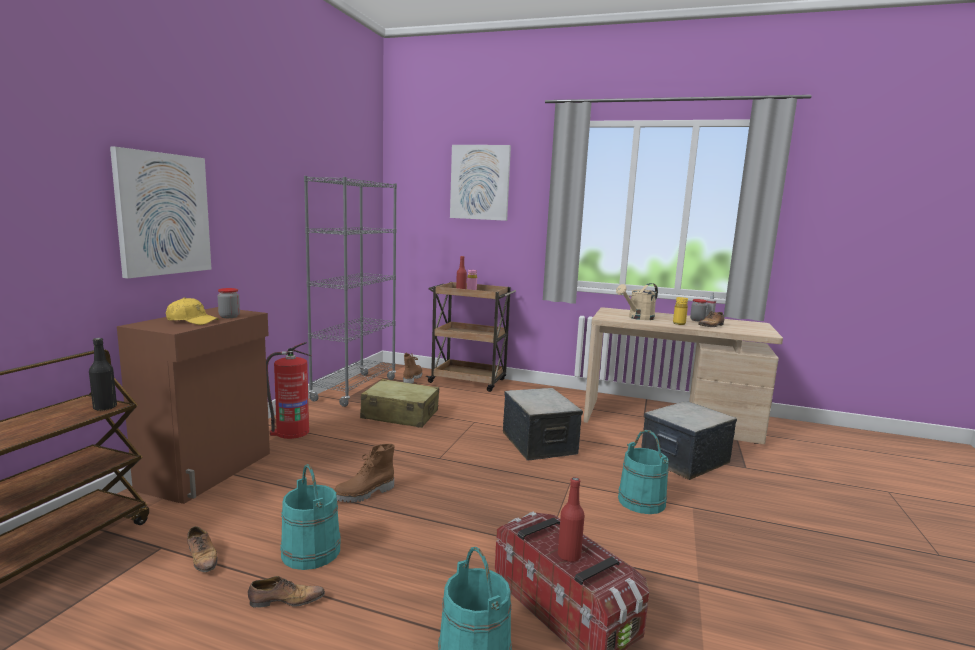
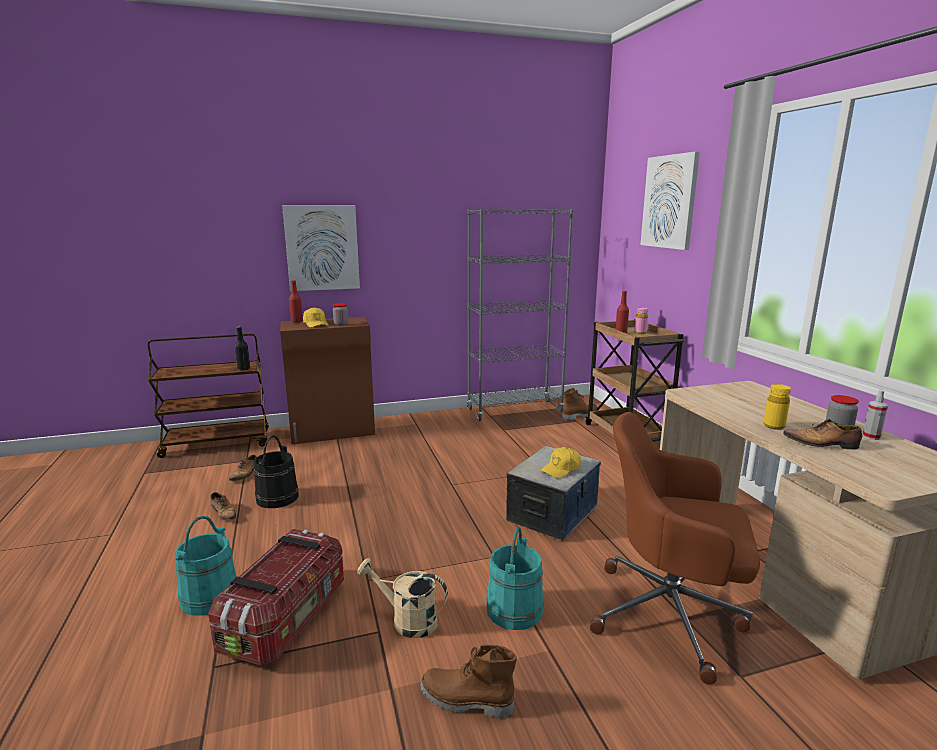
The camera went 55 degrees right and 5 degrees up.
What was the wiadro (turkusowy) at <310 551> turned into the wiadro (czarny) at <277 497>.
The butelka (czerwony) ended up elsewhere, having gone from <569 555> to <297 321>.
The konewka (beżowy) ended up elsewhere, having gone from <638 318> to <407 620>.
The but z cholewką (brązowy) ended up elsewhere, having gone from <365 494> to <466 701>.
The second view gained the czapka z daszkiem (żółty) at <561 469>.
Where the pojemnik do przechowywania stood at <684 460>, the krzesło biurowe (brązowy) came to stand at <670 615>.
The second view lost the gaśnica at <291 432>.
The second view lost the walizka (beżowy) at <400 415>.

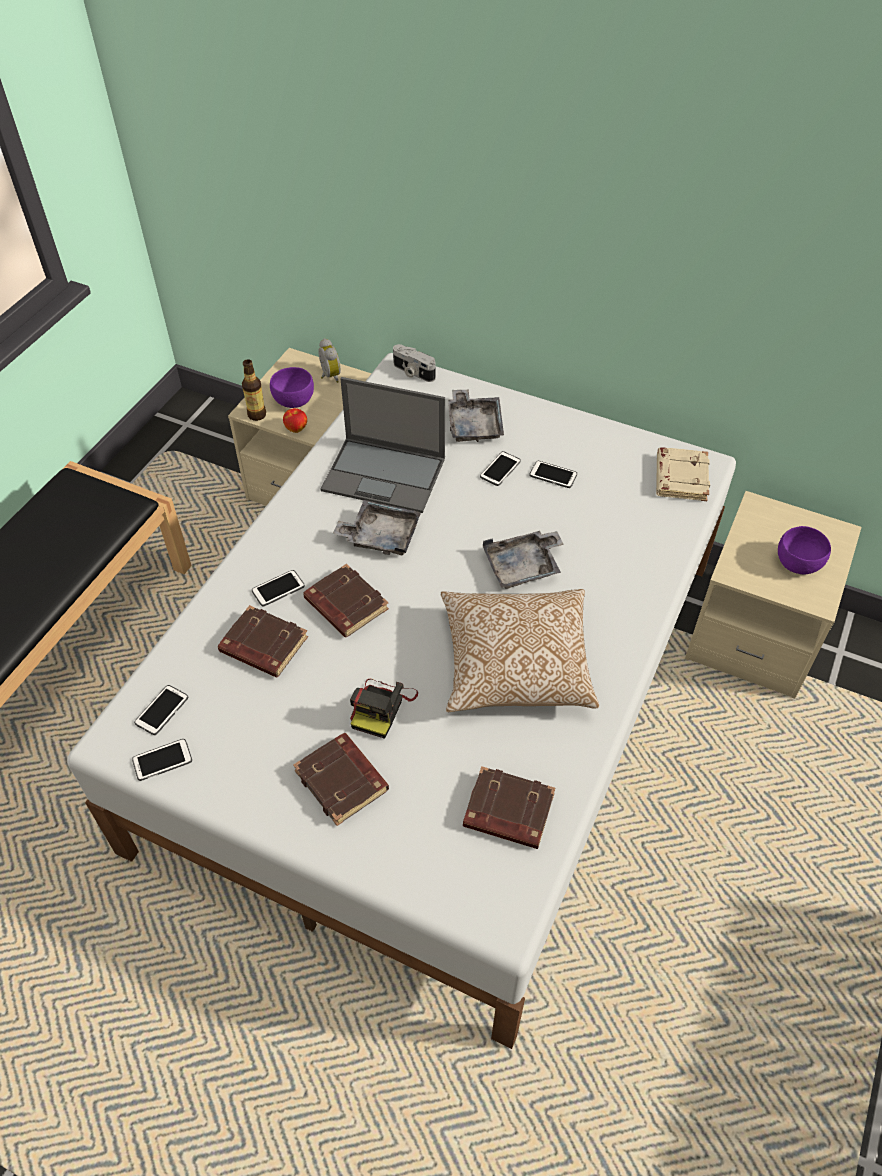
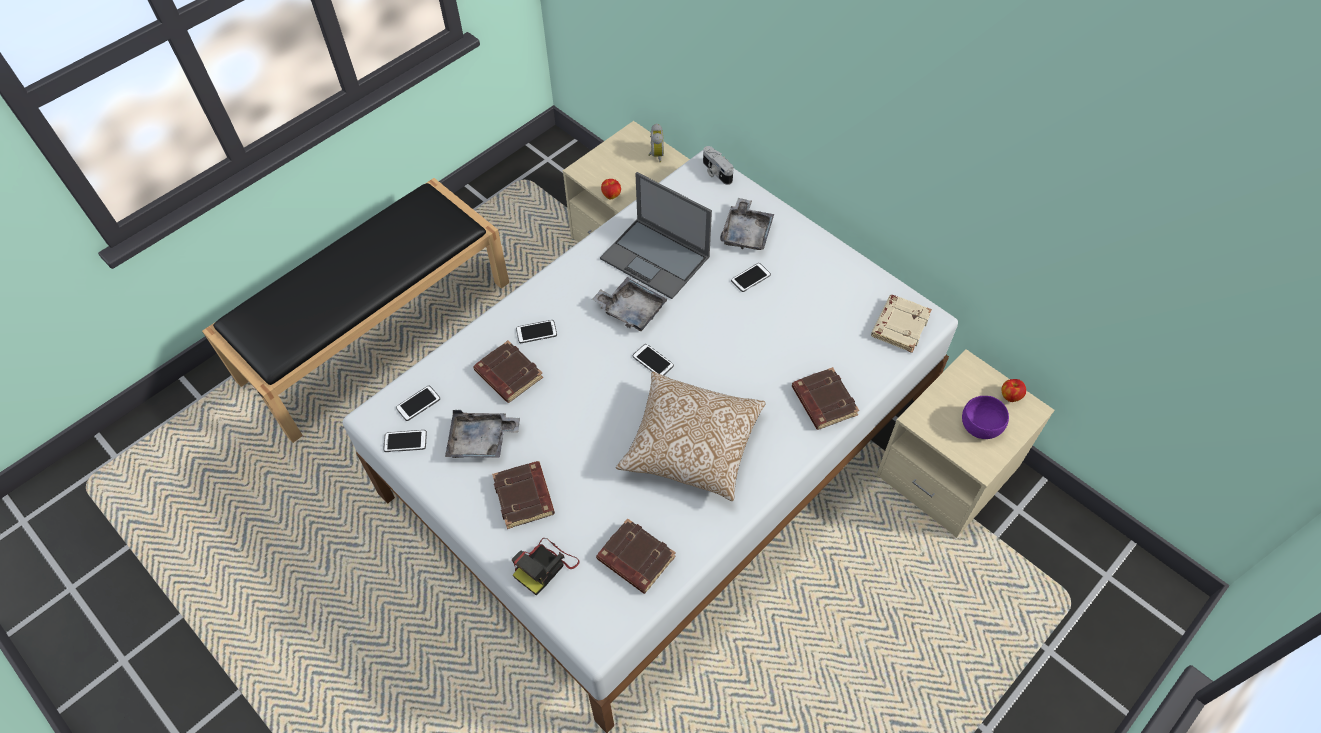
The camera went 20 degrees right and 5 degrees up.
The taca (szary) ended up elsewhere, having gone from <523 567> to <481 441>.
The aparat fotograficzny ended up elsewhere, having gone from <382 707> to <545 566>.
The telefon ended up elsewhere, having gone from <553 475> to <653 361>.
The książka (brązowy) ended up elsewhere, having gone from <345 605> to <822 401>.
The second view gained the jabłko at <1010 396>.
The second view lost the butelka at <257 415>.
The second view lost the miska (fioletowy) at <293 400>.

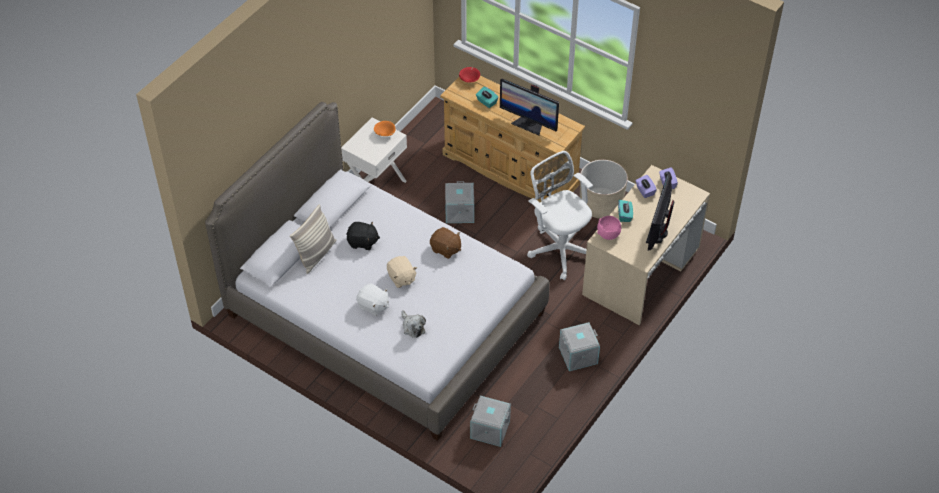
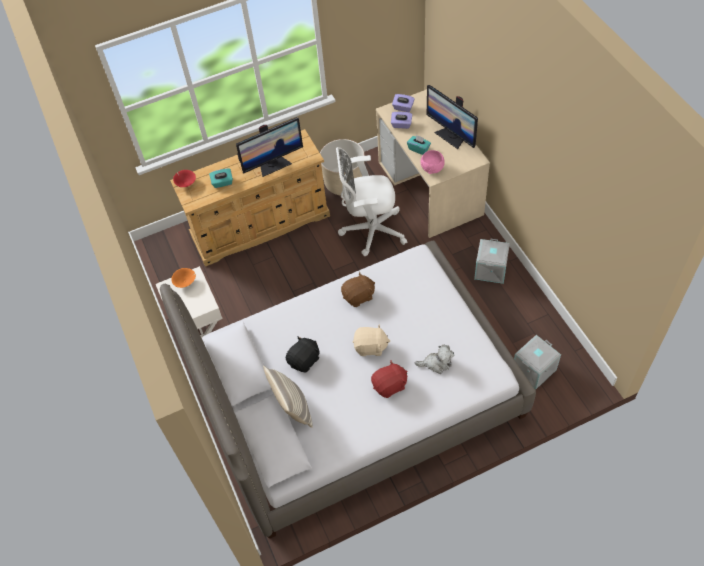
The camera went 55 degrees left and 5 degrees up.
What was the pluszak (biały) at <373 306> turned into the pluszak (czerwony) at <390 385>.
The second view lost the pojemnik do przechowywania (szary) at <459 212>.

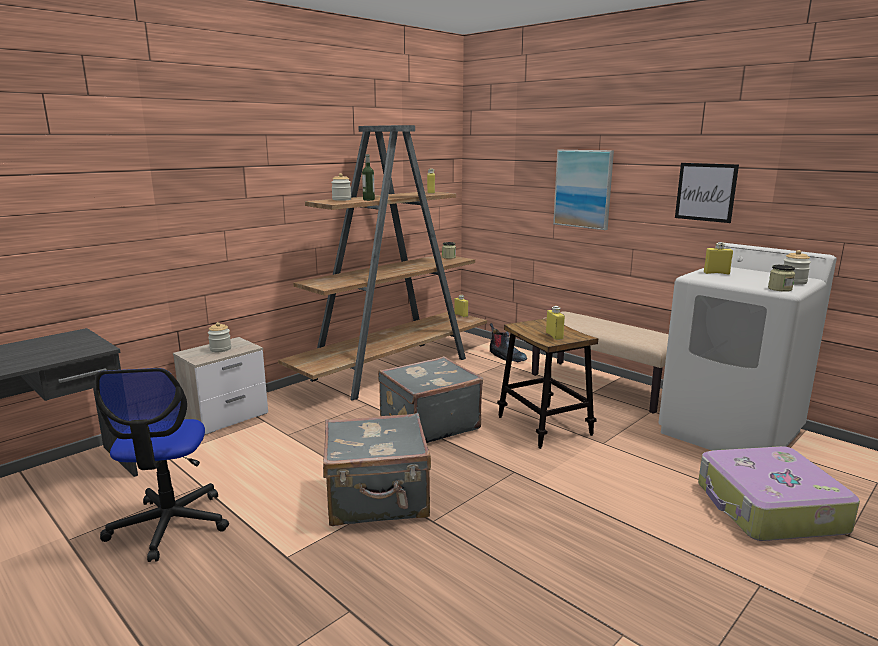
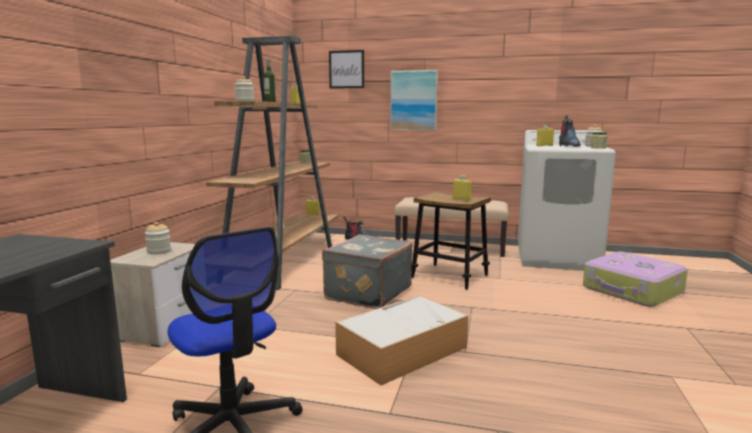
The camera went 30 degrees left and 5 degrees down.
The obraz ended up elsewhere, having gone from <705 192> to <346 69>.
Where the walizka (szary) stood at <378 500>, the pojemnik do przechowywania came to stand at <403 350>.
The second view gained the but z cholewką at <568 146>.

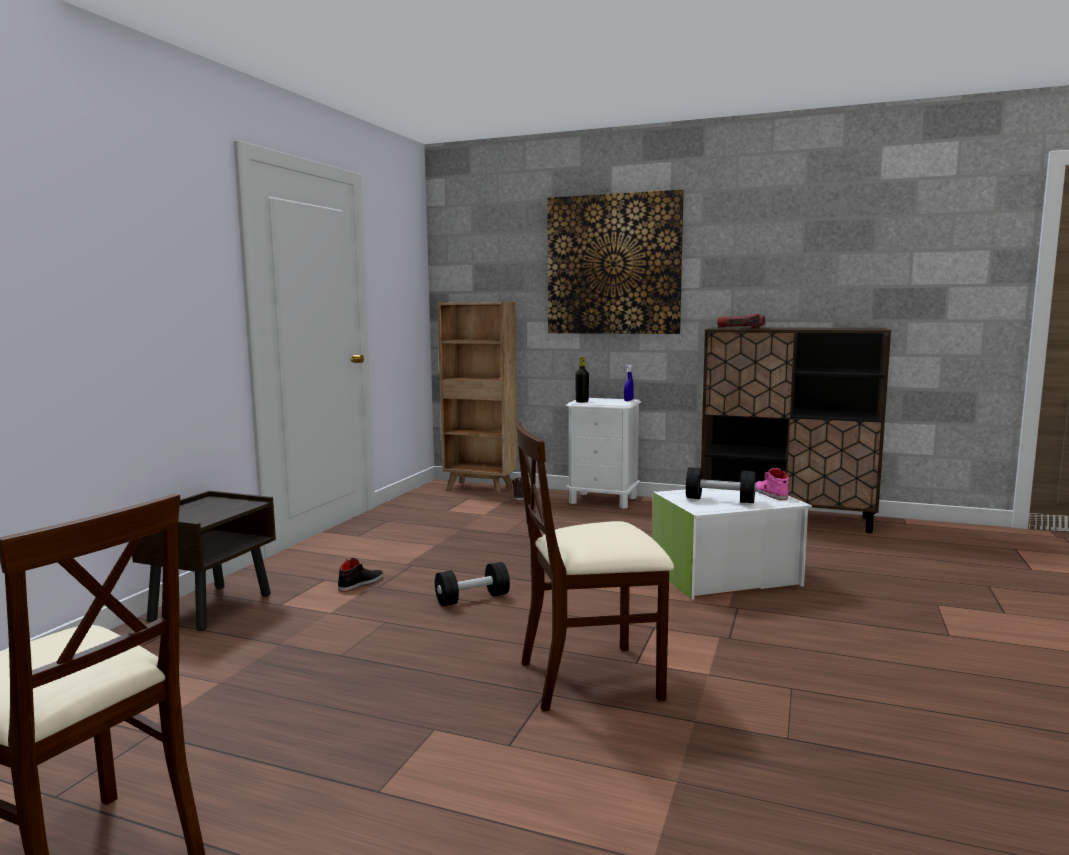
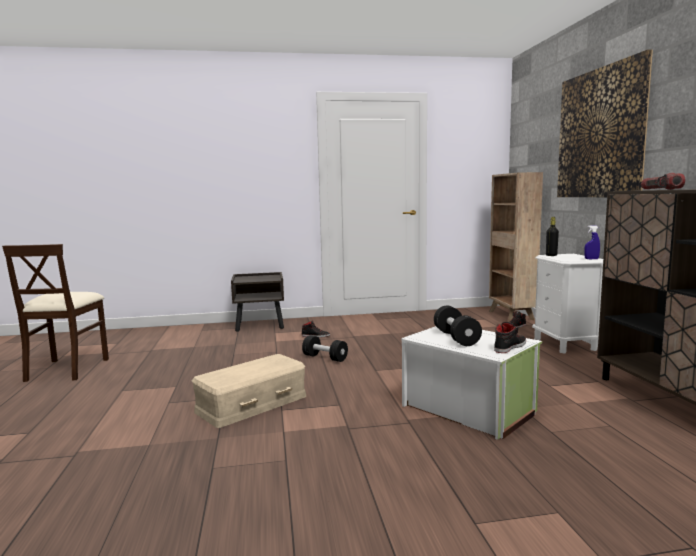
The camera went 60 degrees right and 0 degrees up.
Where the krzesło (beżowy) stood at <591 678>, the pojemnik do przechowywania (beżowy) came to stand at <251 403>.
What was the but (różowy) at <770 494> turned into the but (czarny) at <509 347>.

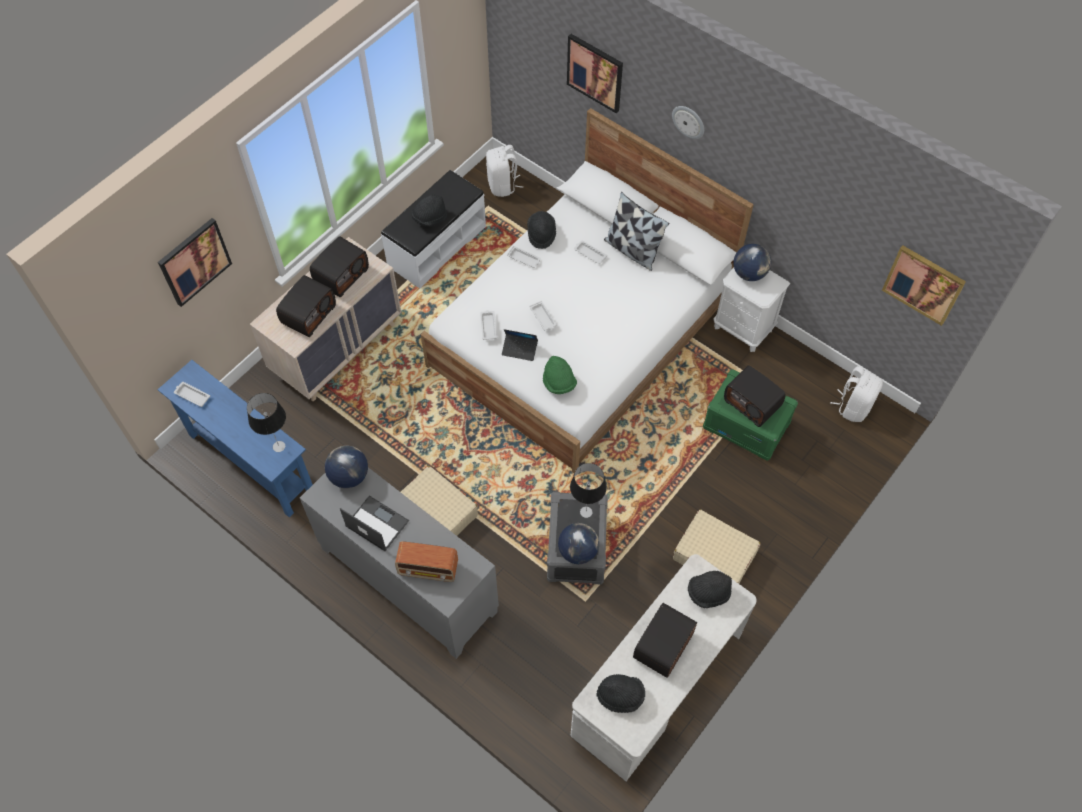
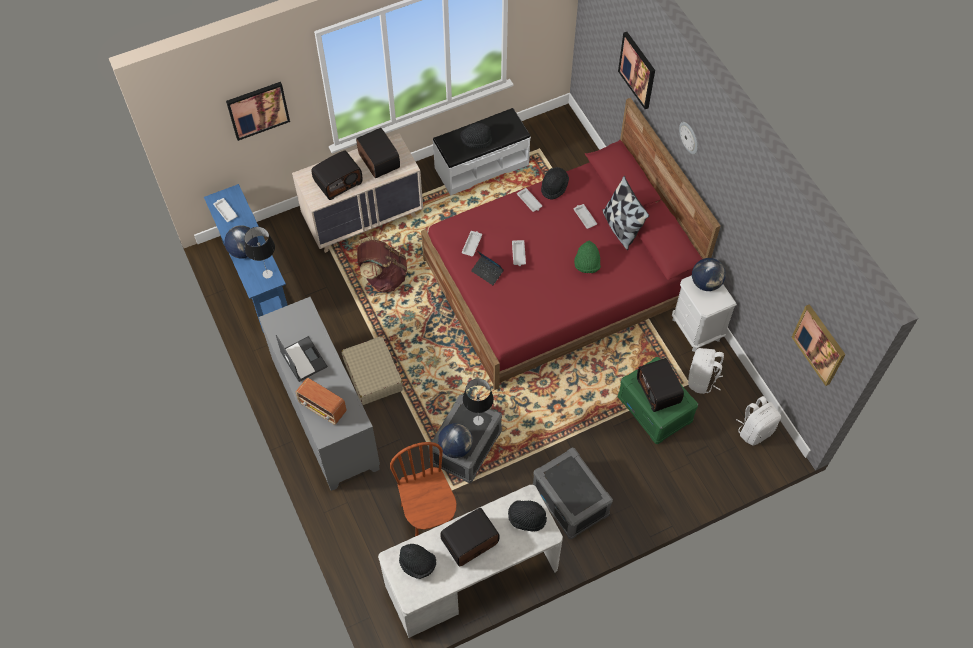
The camera went 25 degrees right and 0 degrees up.
The globus ended up elsewhere, having gone from <349 476> to <243 251>.
The radio at <341 275> ended up facing another way, 90 degrees counterclockwise from before.
The second view gained the plecak (brązowy) at <383 277>.
The second view gained the krzesło (brązowy) at <429 518>.
What was the łóżko (biały) at <581 333> turned into the łóżko (czerwony) at <560 280>.
Where the walizka (beżowy) stood at <714 556>, the pojemnik do przechowywania (szary) came to stand at <571 501>.
The kapelusz (zielony) ended up elsewhere, having gone from <559 383> to <587 264>.
The plecak (biały) ended up elsewhere, having gone from <502 185> to <702 380>.

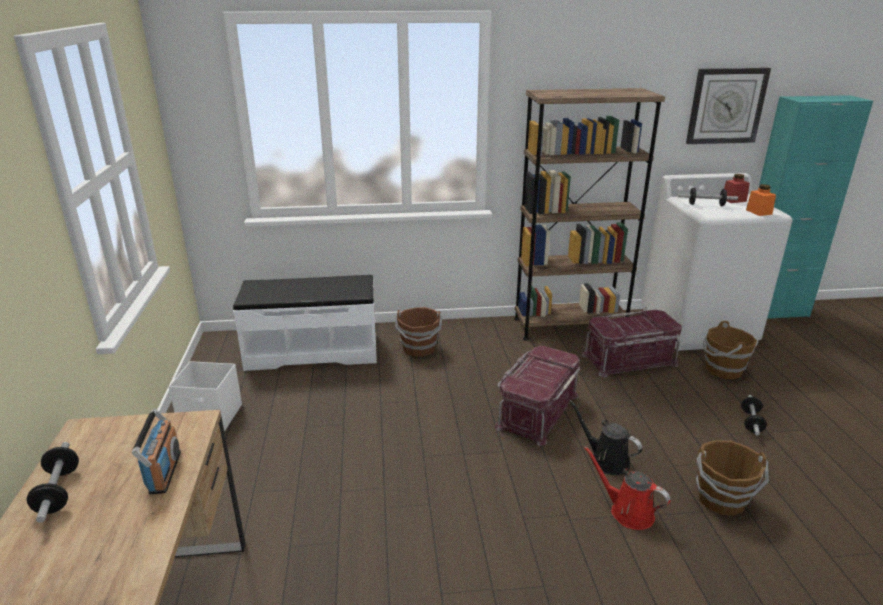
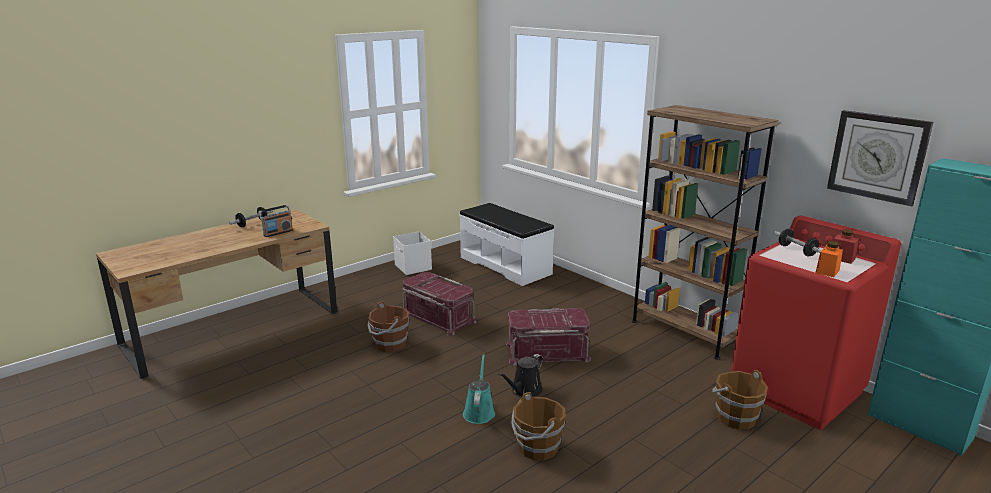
The camera went 55 degrees right and 5 degrees down.
The wiadro (brązowy) ended up elsewhere, having gone from <419 349> to <389 345>.
The pojemnik do przechowywania (czerwony) ended up elsewhere, having gone from <630 360> to <437 317>.
What was the konewka (czerwony) at <627 511> turned into the konewka (turkusowy) at <479 412>.
The konewka (czarny) at <606 460> ended up facing another way, 150 degrees counterclockwise from before.
What was the pralka (biały) at <698 327> turned into the pralka (czerwony) at <797 390>.
The second view lost the hantel at <751 422>.

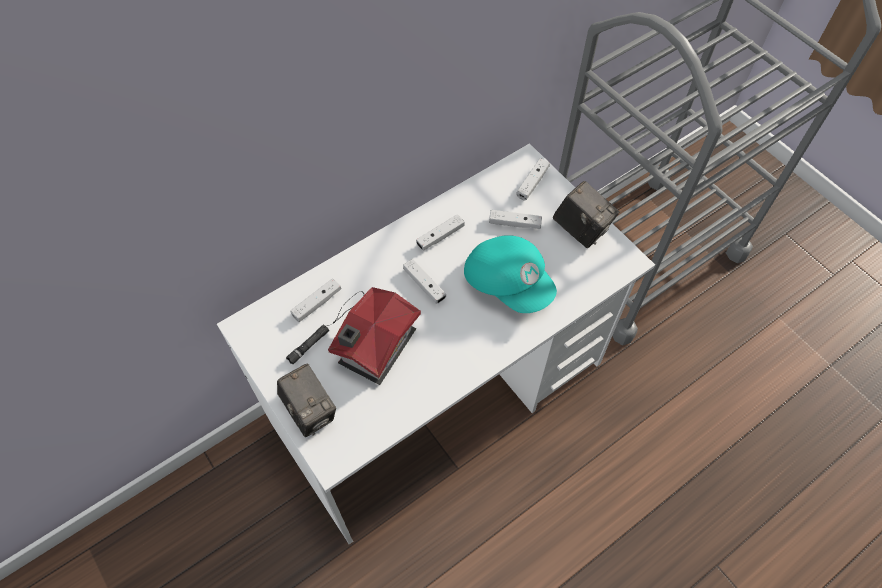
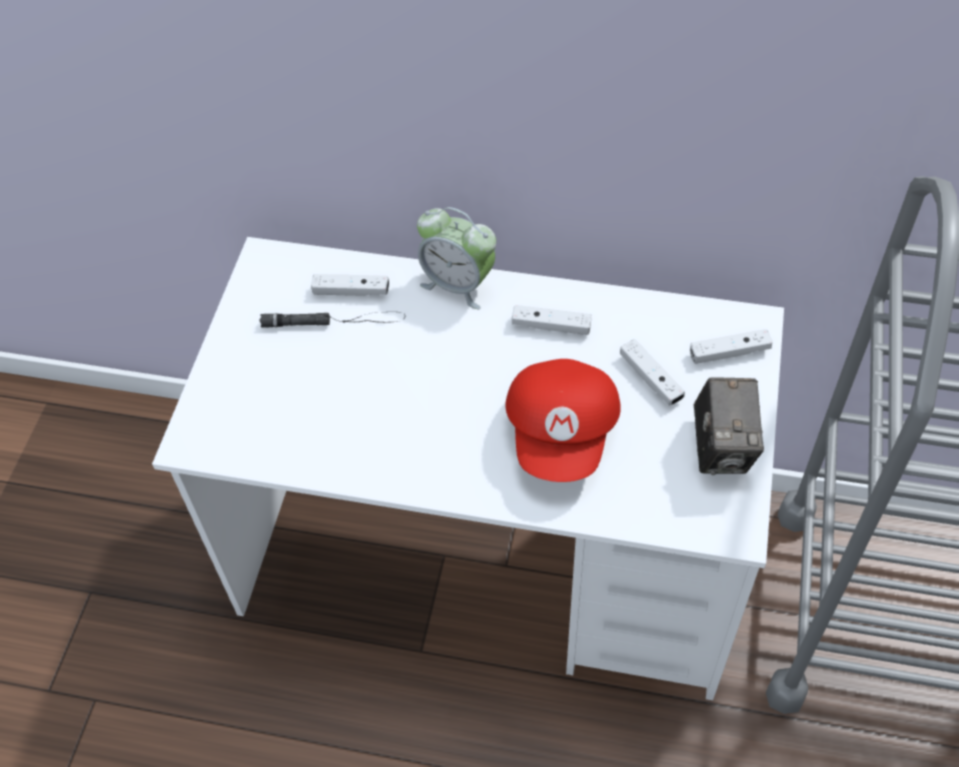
The camera went 50 degrees right and 5 degrees down.
The second view gained the budzik at <458 284>.
What was the czapka z daszkiem (turkusowy) at <508 283> turned into the czapka z daszkiem (czerwony) at <563 433>.
The second view lost the aparat fotograficzny at <310 411>.
The second view lost the domek at <374 348>.
The second view lost the pad do gier (biały) at <424 285>.

